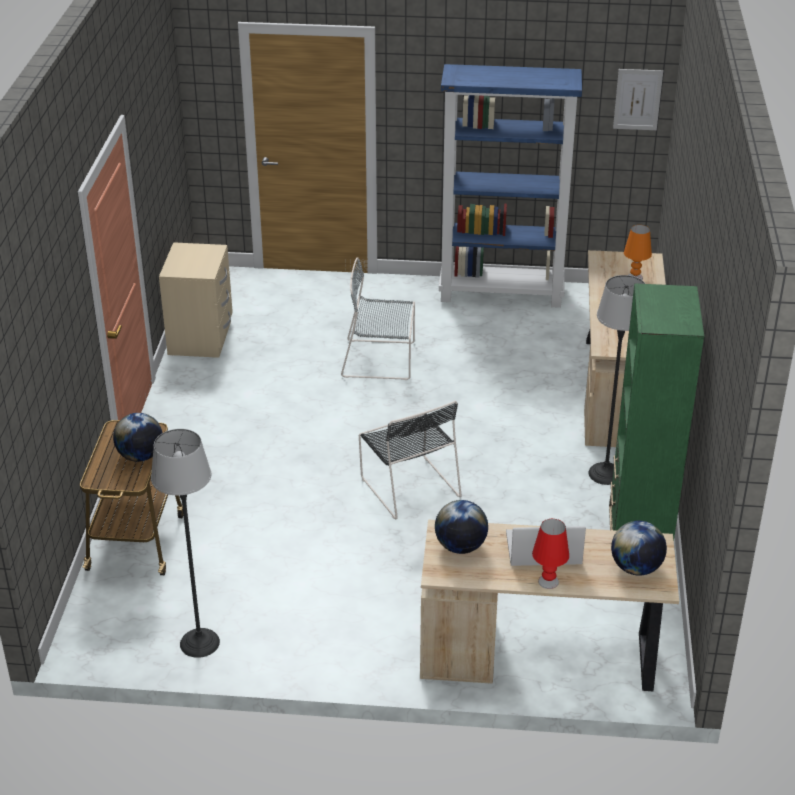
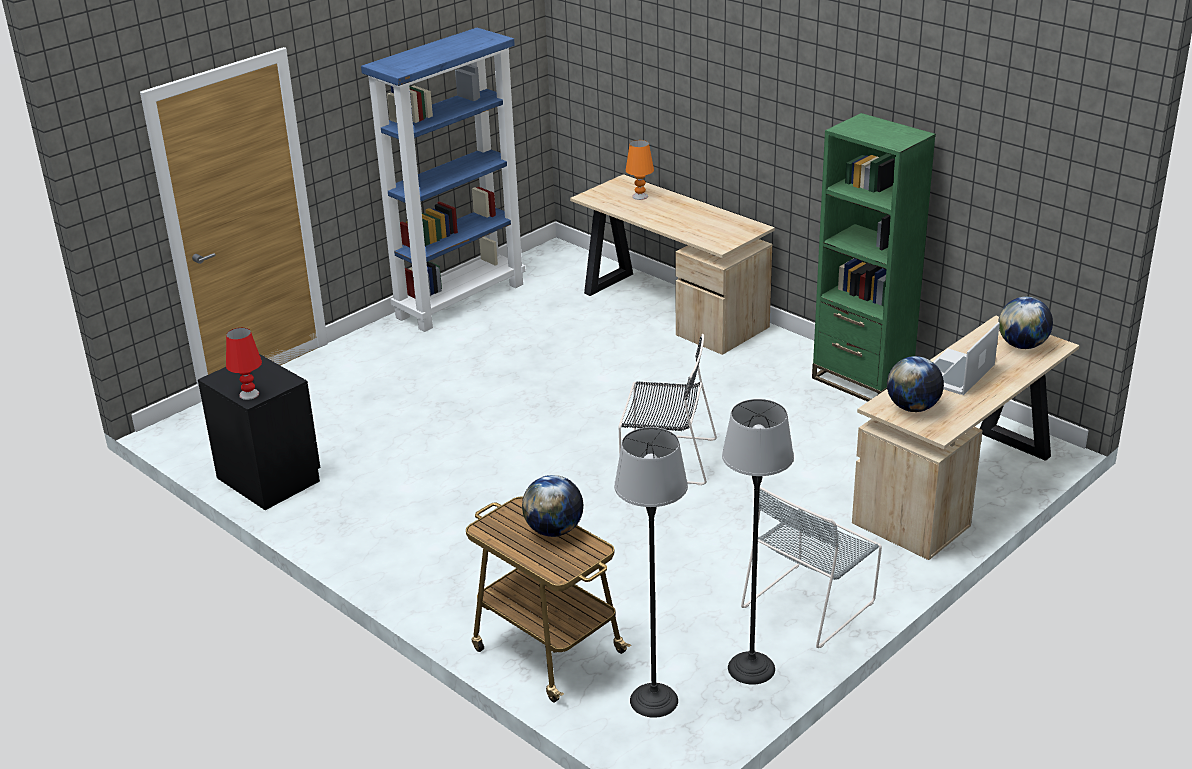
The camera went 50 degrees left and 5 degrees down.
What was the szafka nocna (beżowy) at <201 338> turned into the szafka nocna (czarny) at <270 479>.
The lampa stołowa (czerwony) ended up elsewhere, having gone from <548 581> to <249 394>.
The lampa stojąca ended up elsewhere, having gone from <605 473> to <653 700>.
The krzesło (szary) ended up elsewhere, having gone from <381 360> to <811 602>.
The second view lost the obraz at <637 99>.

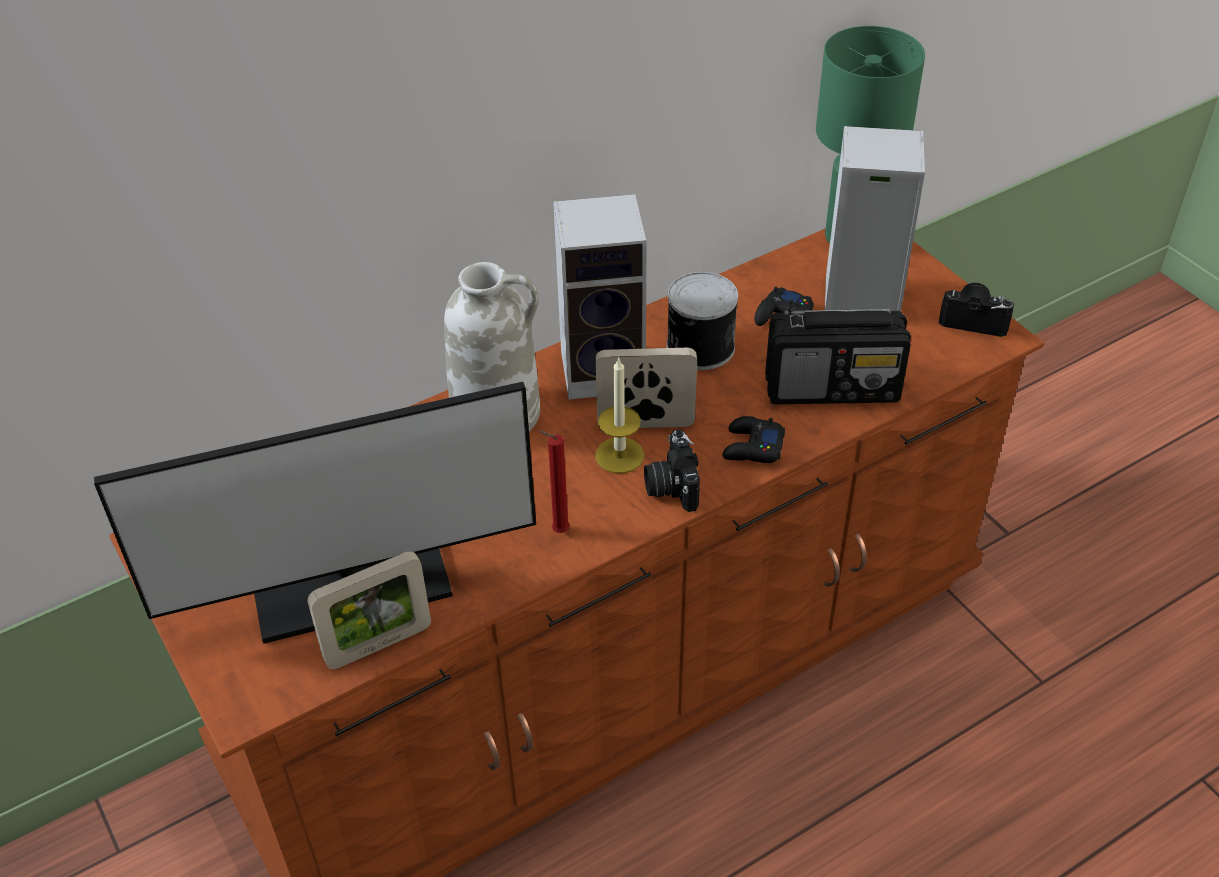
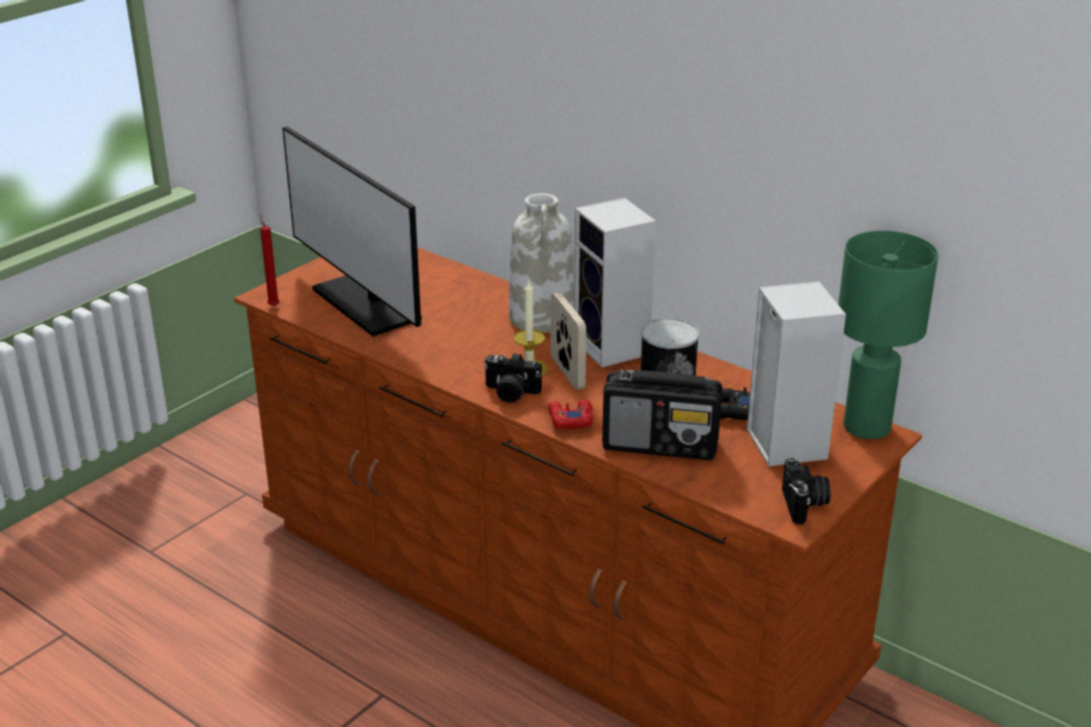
The camera went 70 degrees right and 15 degrees down.
The świeca (czerwony) ended up elsewhere, having gone from <557 531> to <273 305>.
The aparat fotograficzny at <671 486> ended up facing another way, 135 degrees counterclockwise from before.
What was the pad do gier (czarny) at <752 447> turned into the pad do gier (czerwony) at <570 419>.
The radio at <833 388> ended up facing another way, 60 degrees counterclockwise from before.
The second view lost the ramka na zdjęcie at <378 645>.

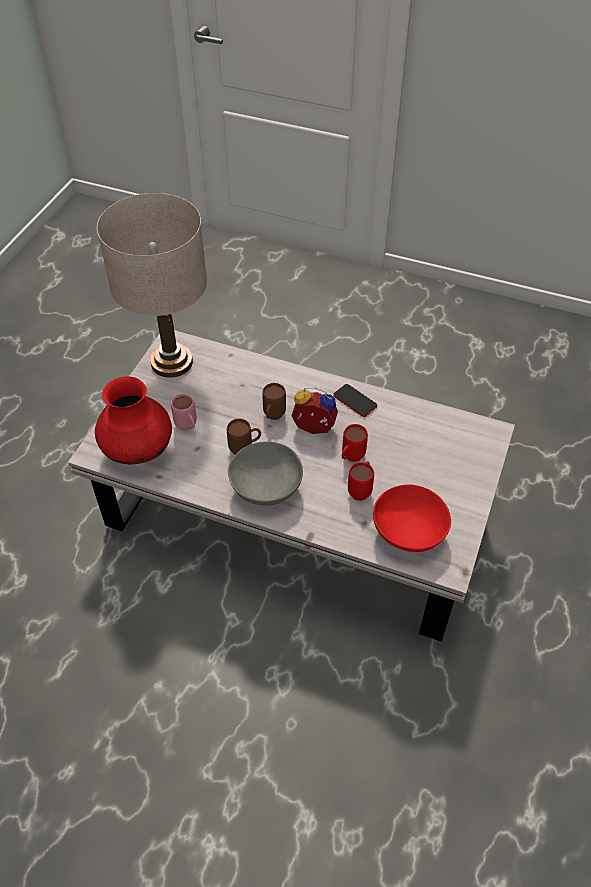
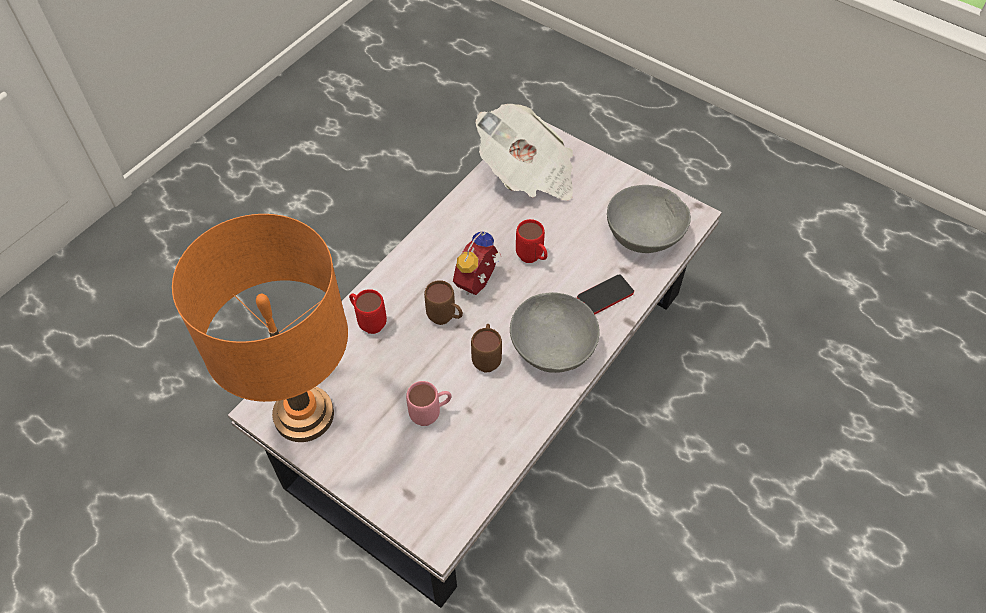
The camera went 75 degrees left and 5 degrees up.
What was the lampa stołowa (beżowy) at <171 362> turned into the lampa stołowa (pomarańczowy) at <304 415>.
The kubek (czerwony) ended up elsewhere, having gone from <361 490> to <368 322>.
The second view gained the gazeta at <527 173>.
The telefon ended up elsewhere, having gone from <355 401> to <605 295>.
What was the miska (czerwony) at <408 533> turned into the miska (szary) at <643 235>.
The second view lost the wazon (czerwony) at <139 451>.

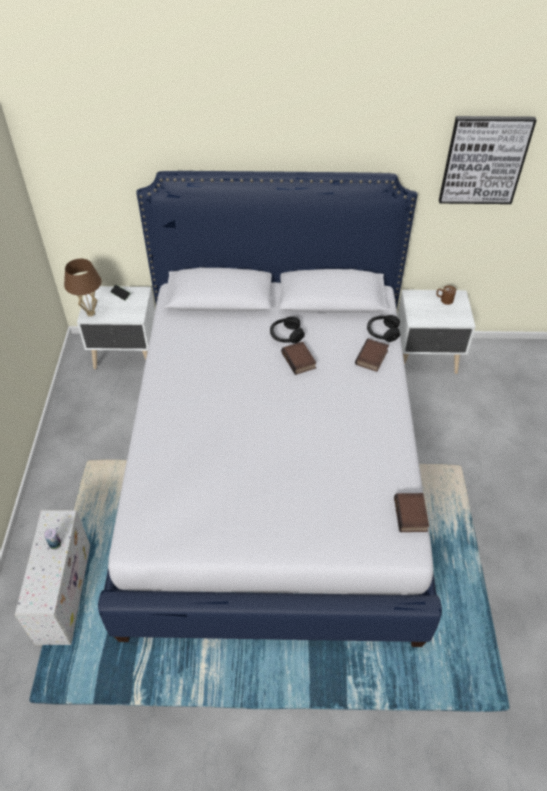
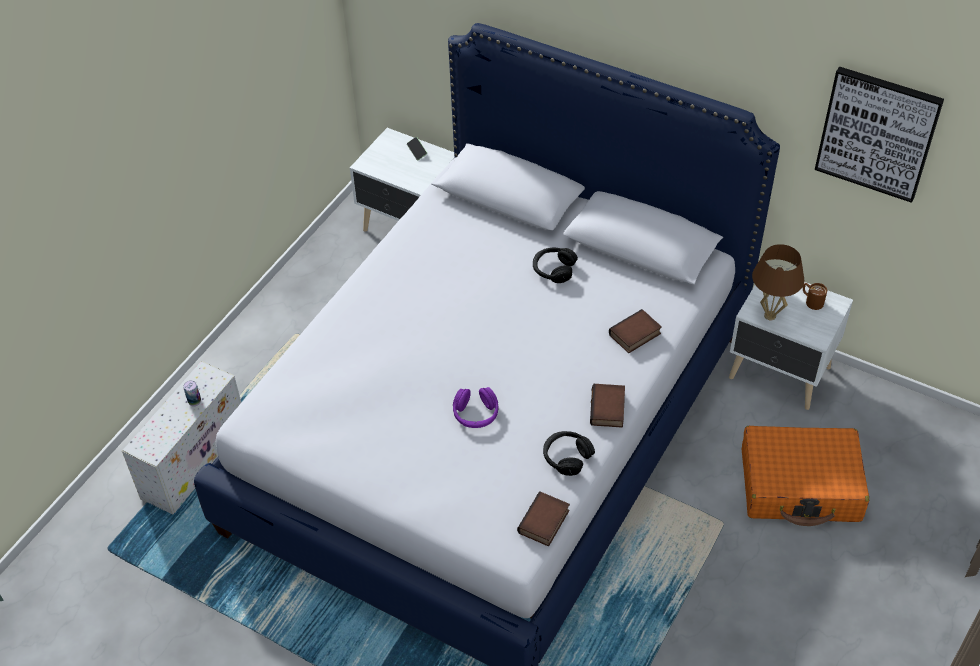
The camera went 30 degrees right and 0 degrees up.
The second view gained the słuchawki (fioletowy) at <476 414>.
The słuchawki (czarny) ended up elsewhere, having gone from <382 332> to <566 457>.
The książka ended up elsewhere, having gone from <299 361> to <609 409>.
The second view gained the walizka (pomarańczowy) at <800 485>.
The lampa stołowa (brązowy) ended up elsewhere, having gone from <91 313> to <770 316>.

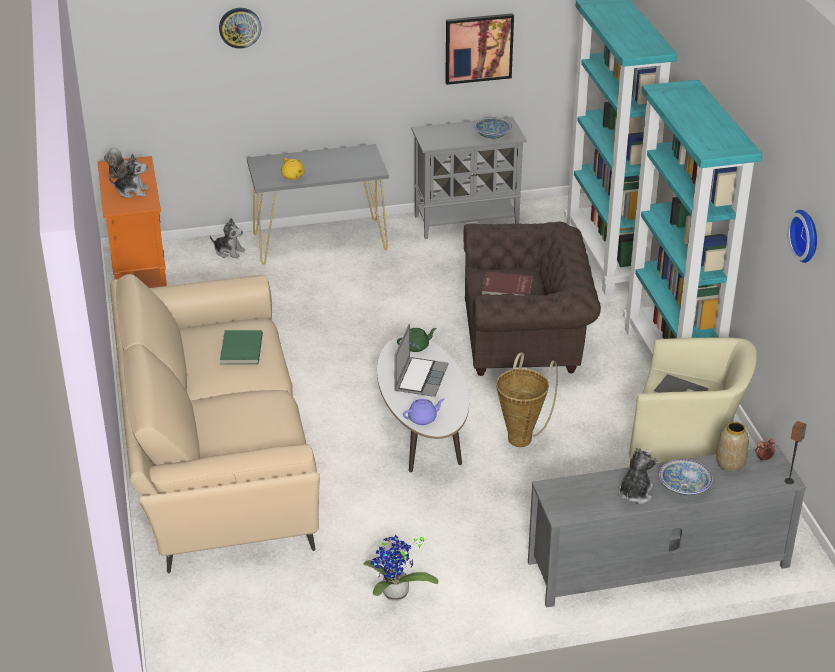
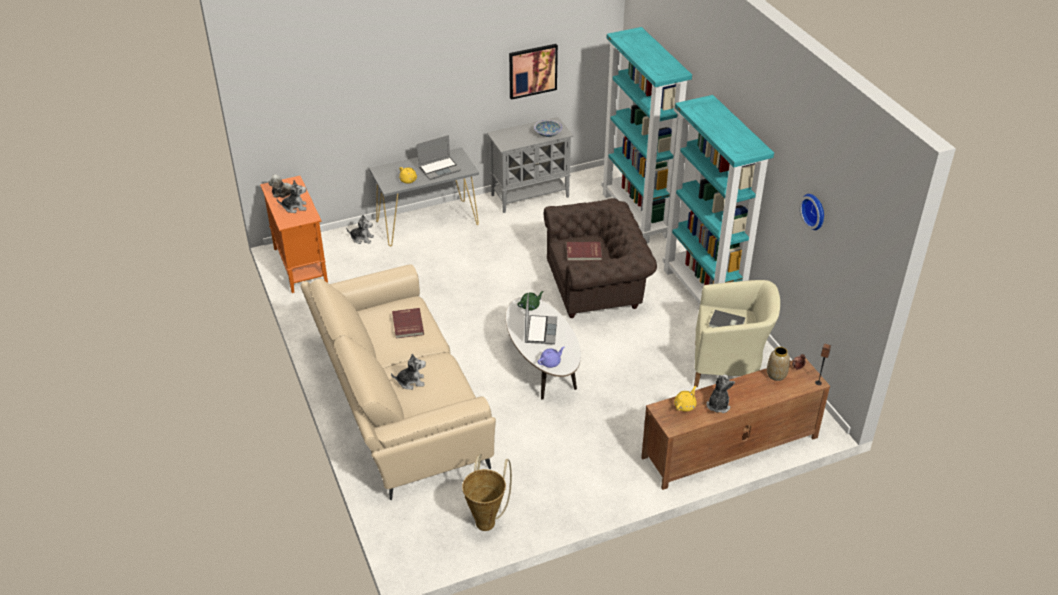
The camera went 10 degrees left and 5 degrees up.
The second view gained the pluszak at <411 382>.
What was the książka (zielony) at <240 349> turned into the książka (czerwony) at <407 324>.
The second view gained the laptop at <439 168>.
The koszyk ended up elsewhere, having gone from <522 436> to <487 519>.
What was the szafka pod telewizor (szary) at <657 564> turned into the szafka pod telewizor (brązowy) at <729 447>.
The second view gained the imbryk (żółty) at <685 405>.
The second view lost the zegar ścienny at <240 27>.
The second view lost the roślina doniczkowa at <395 595>.
The second view lost the miska at <684 487>.

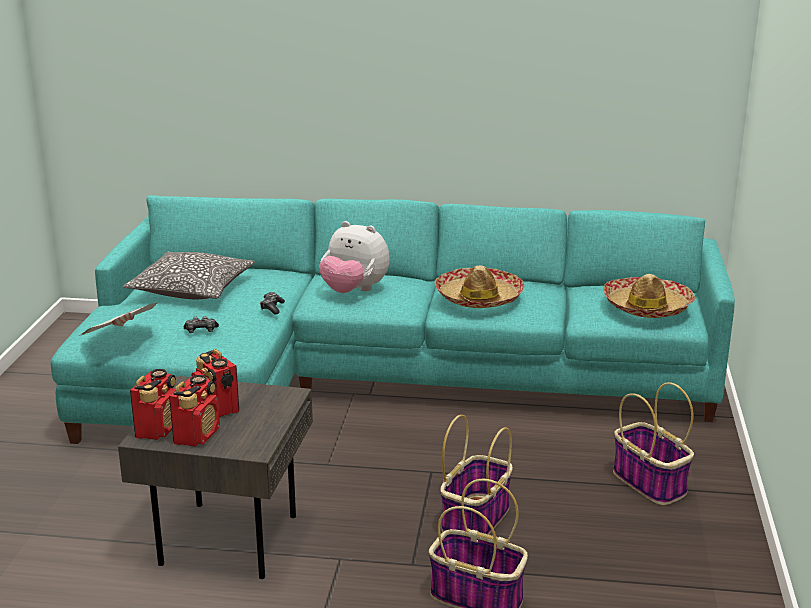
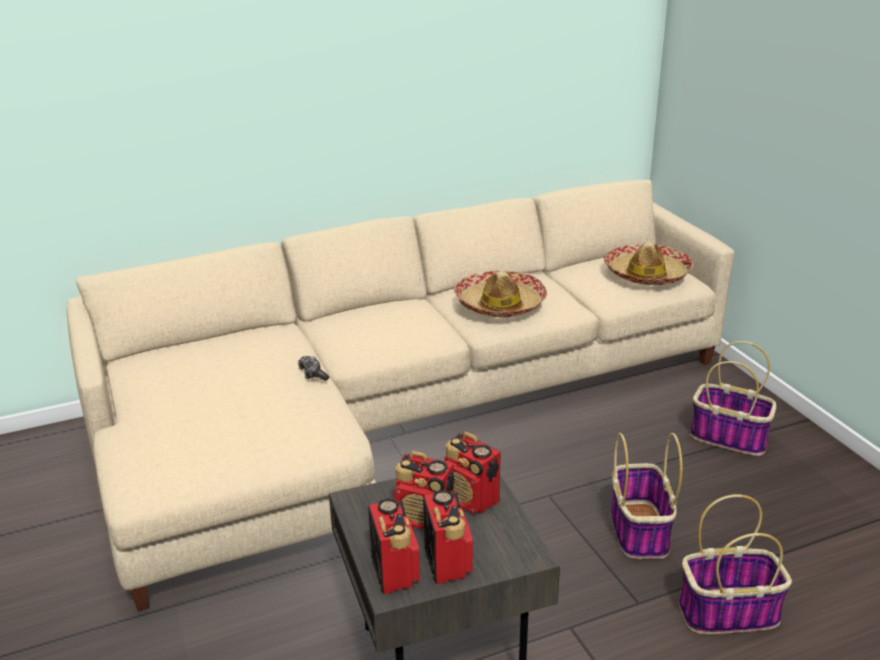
The camera went 30 degrees left and 5 degrees up.
What was the kanapa (turkusowy) at <374 378> turned into the kanapa (beżowy) at <393 414>.
The second view gained the radio at <470 499>.
The second view lost the gazeta at <120 339>.
The second view lost the poduszka at <192 289>.
The second view lost the pad do gier at <201 331>.
The second view lost the pluszak at <354 291>.

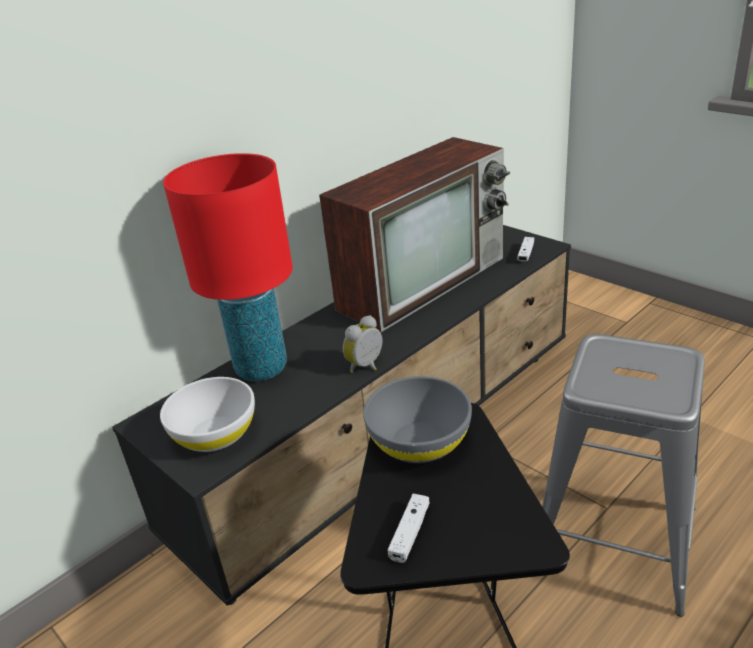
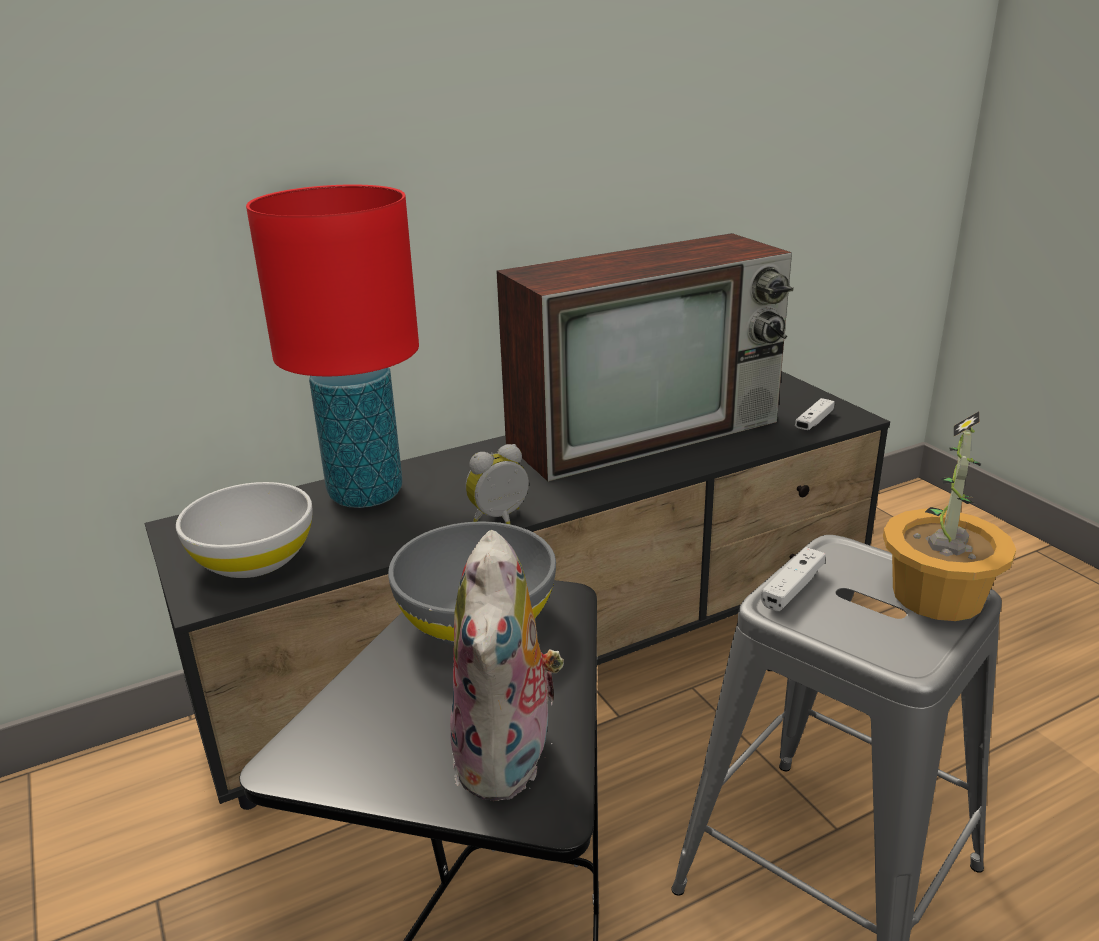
The camera went 15 degrees right and 5 degrees down.
The second view gained the pluszak at <509 760>.
The pad do gier (biały) ended up elsewhere, having gone from <410 533> to <793 588>.
The second view gained the roślina doniczkowa at <939 596>.

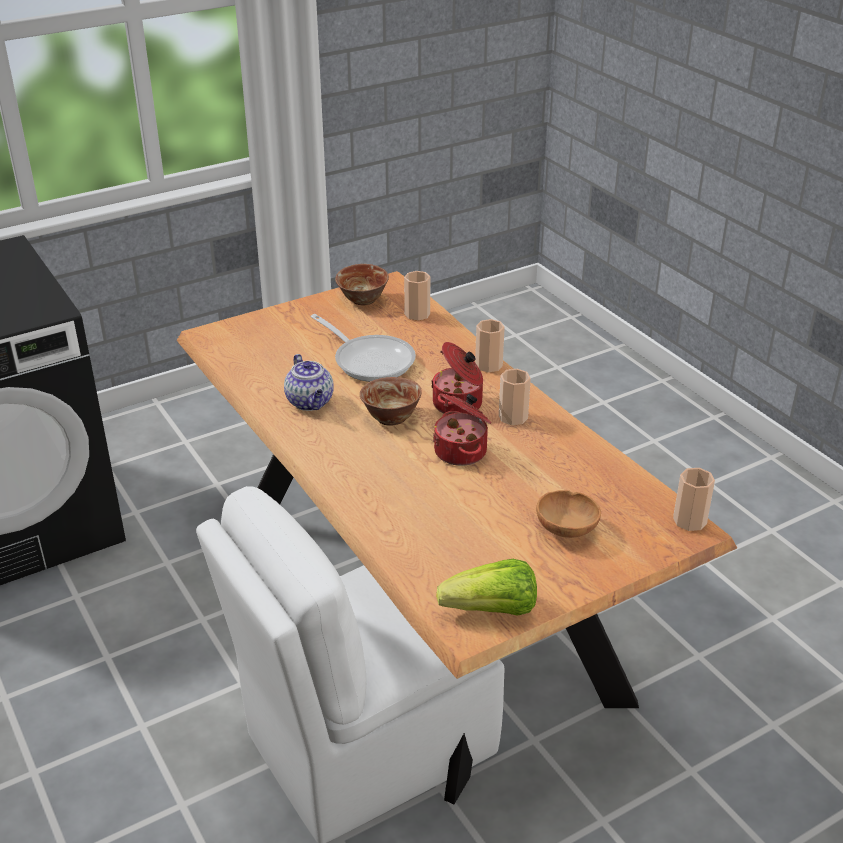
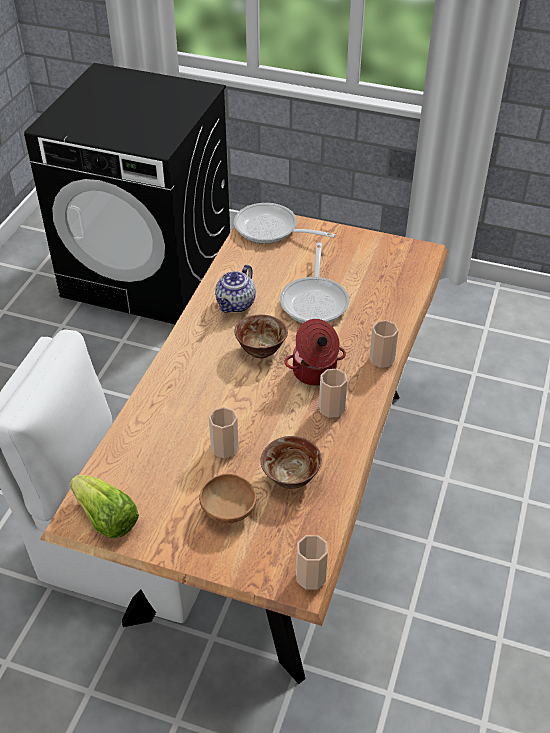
The camera went 50 degrees right and 10 degrees up.
The filiżanka ended up elsewhere, having gone from <417 314> to <224 447>.
The second view gained the patelnia at <271 230>.
The miska ended up elsewhere, having gone from <363 300> to <291 478>.
The second view lost the garnek at <462 451>.

